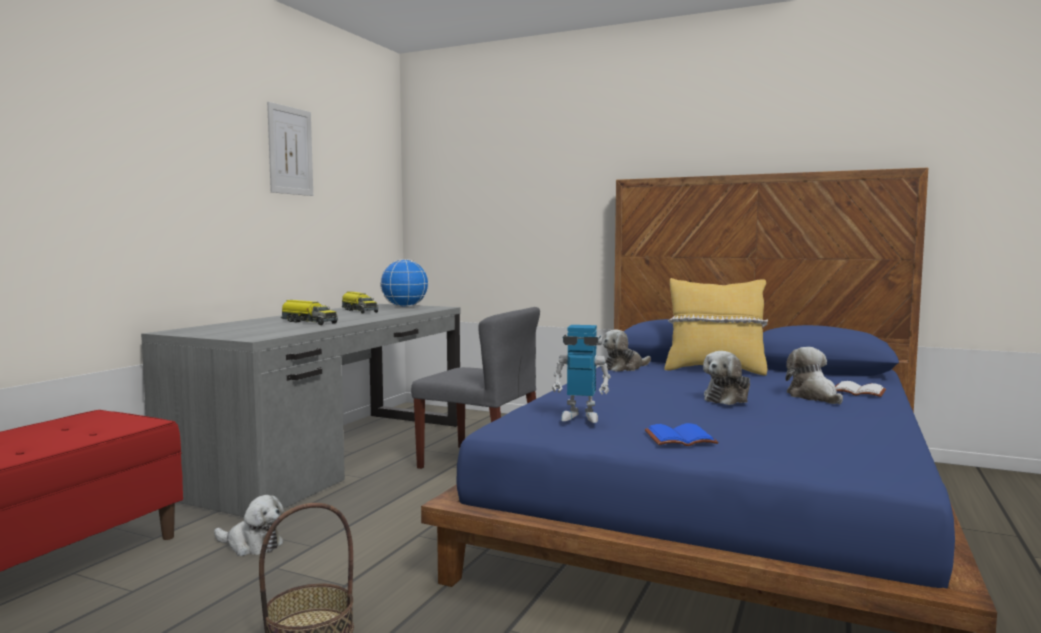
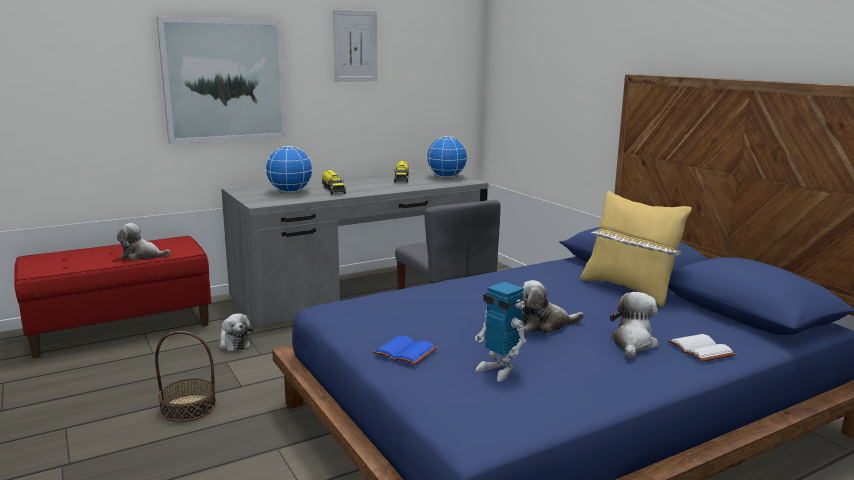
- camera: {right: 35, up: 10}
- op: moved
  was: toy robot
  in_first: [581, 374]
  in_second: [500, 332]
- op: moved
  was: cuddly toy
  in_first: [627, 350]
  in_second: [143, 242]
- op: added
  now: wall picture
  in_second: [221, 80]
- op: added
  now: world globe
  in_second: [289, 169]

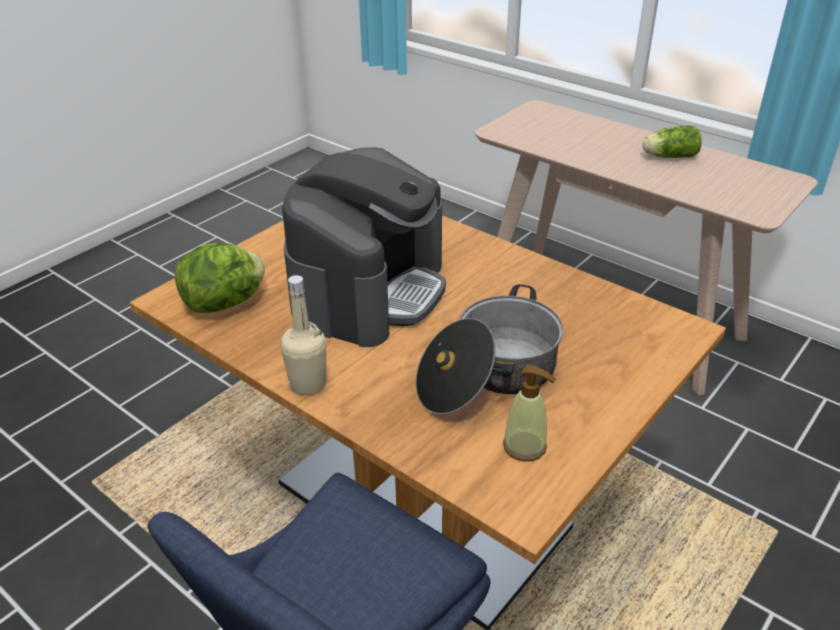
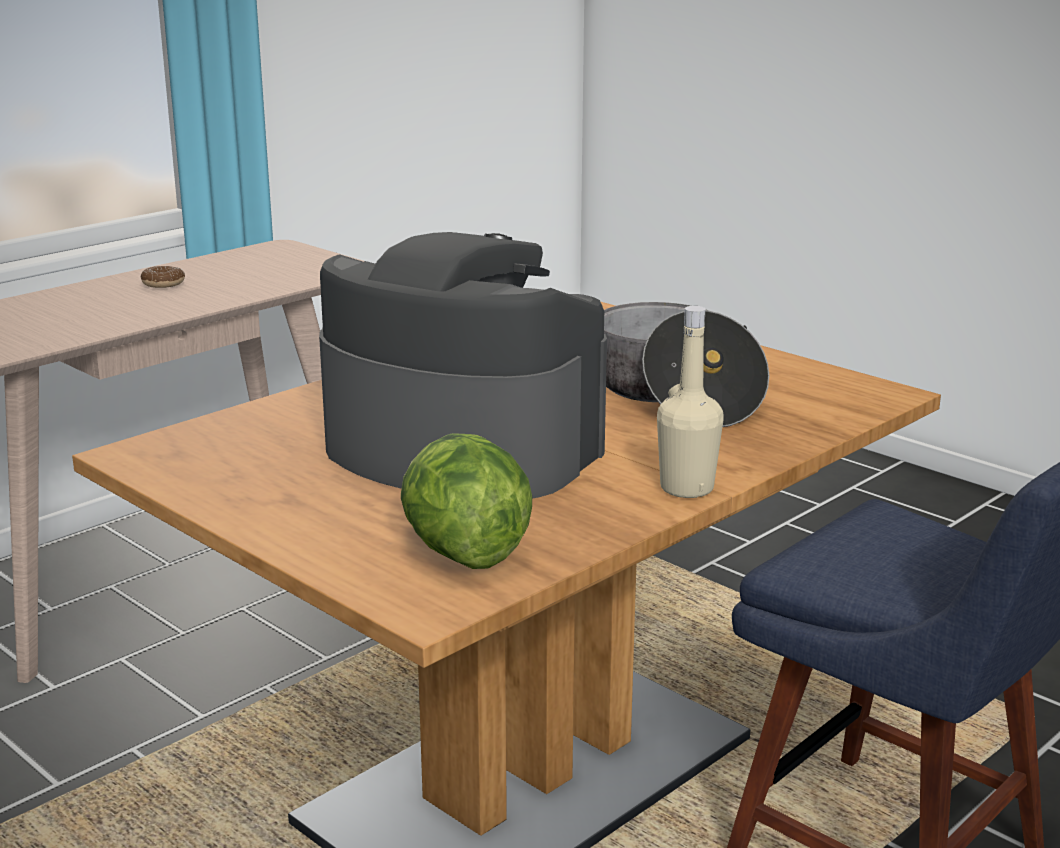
- camera: {right: -85, up: -15}
- op: removed
  was: soap bottle
  in_first: [529, 413]
- op: replaced
  was: head of lettuce
  now: doughnut
  in_first: [672, 141]
  in_second: [162, 277]

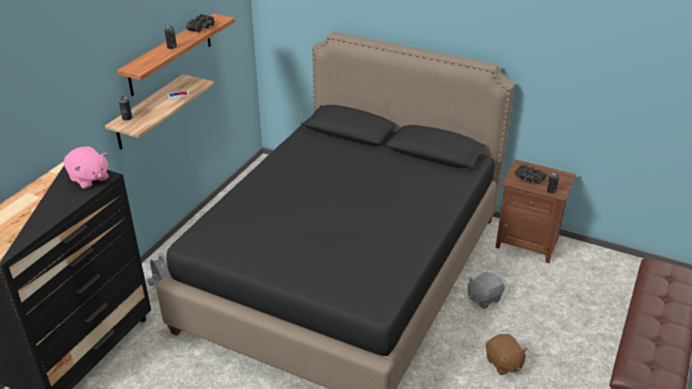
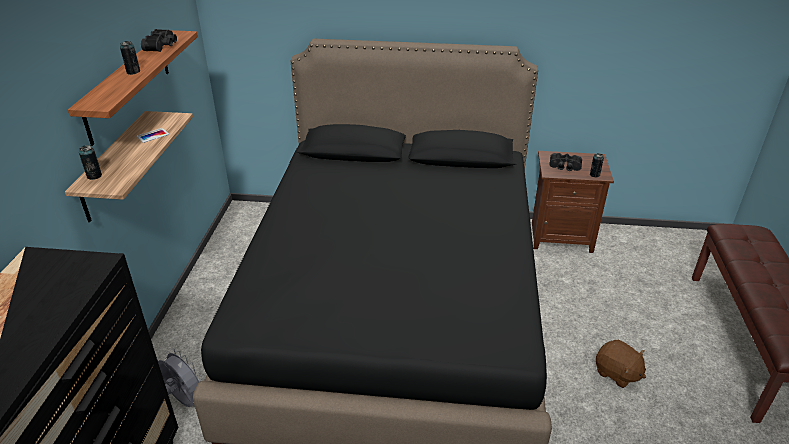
- camera: {right: -20, up: 0}
- op: removed
  was: pink cuddly toy
  in_first: [86, 167]
- op: removed
  was: grey cuddly toy
  in_first: [486, 290]

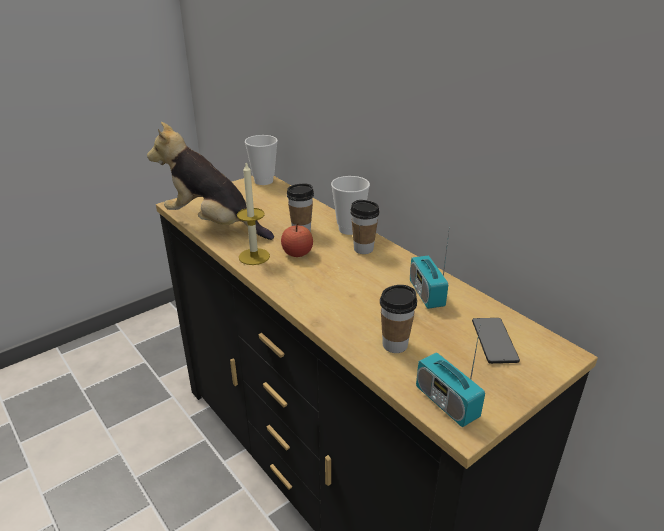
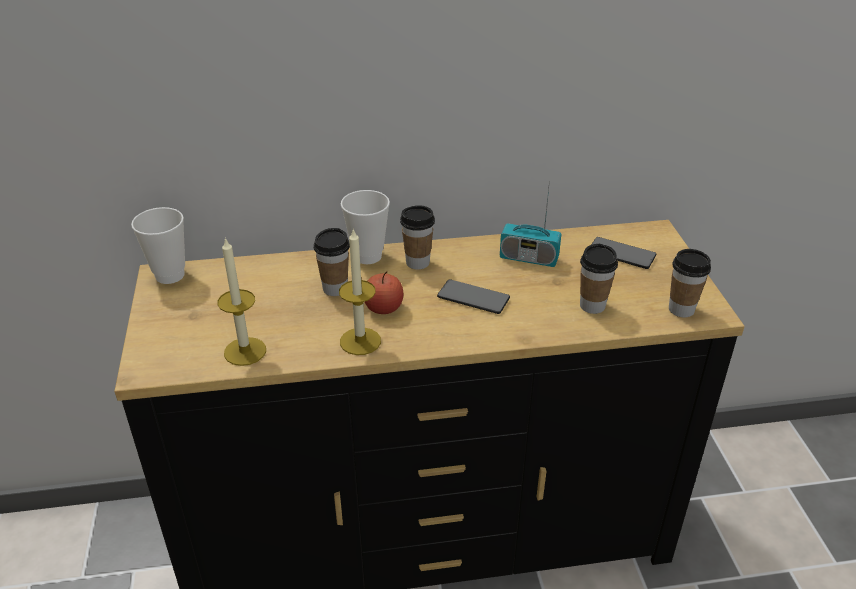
- camera: {right: -60, up: 5}
- op: replaced
  was: cuddly toy
  now: candle
  in_first: [210, 181]
  in_second: [241, 301]
- op: replaced
  was: radio set
  now: drinking cup
  in_first: [450, 375]
  in_second: [690, 283]
- op: added
  now: handset
  in_second: [473, 296]

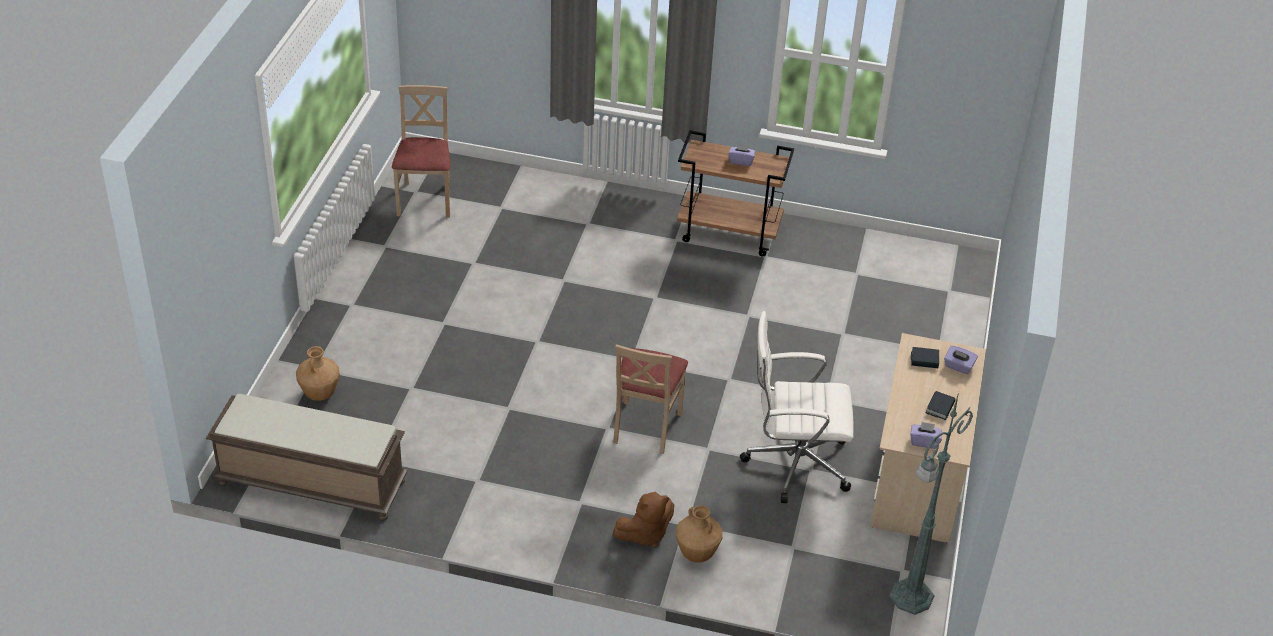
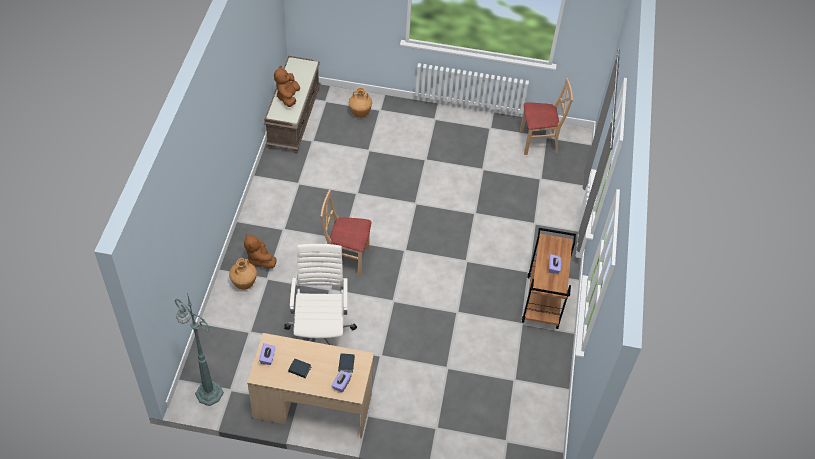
- camera: {right: 85, up: 10}
- op: added
  now: brown cuddly toy
  in_second: [287, 86]

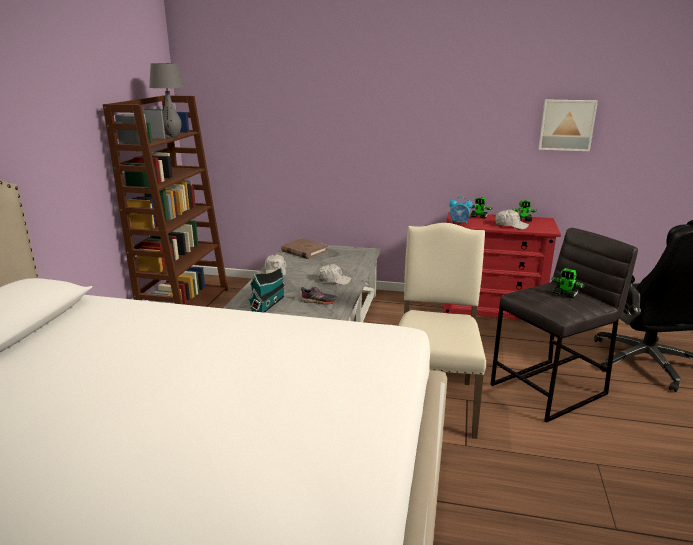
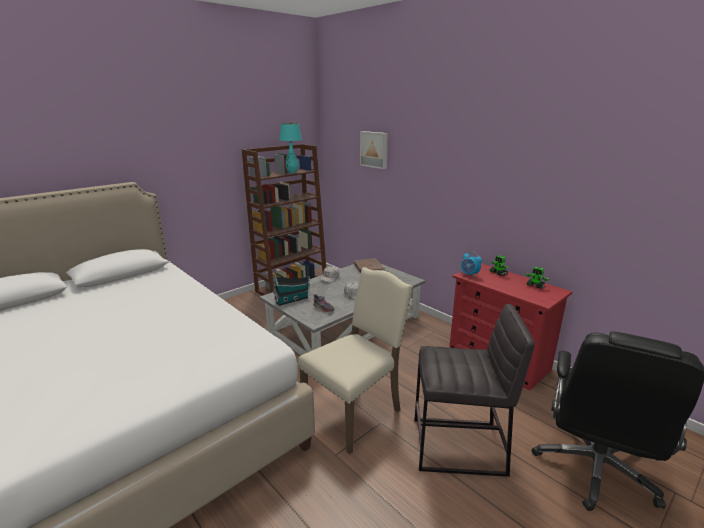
- camera: {right: 35, up: 0}
- op: recoloured
  was: grey table lamp
  now: turquoise table lamp
  in_first: [166, 100]
  in_second: [290, 148]
- op: removed
  was: white baseball cap
  in_first: [512, 219]
- op: moved
  was: wall picture
  in_first: [568, 125]
  in_second: [374, 150]
- op: removed
  was: toy robot
  in_first: [568, 283]

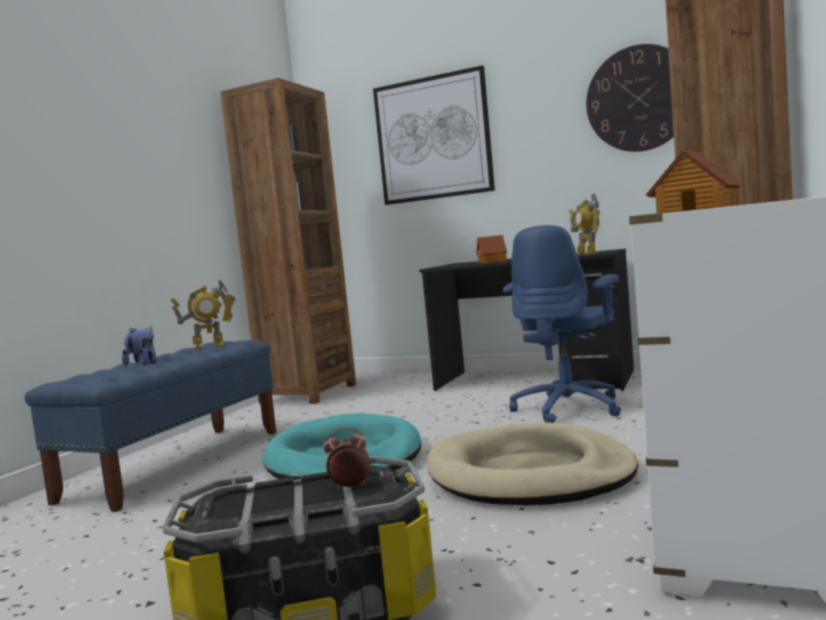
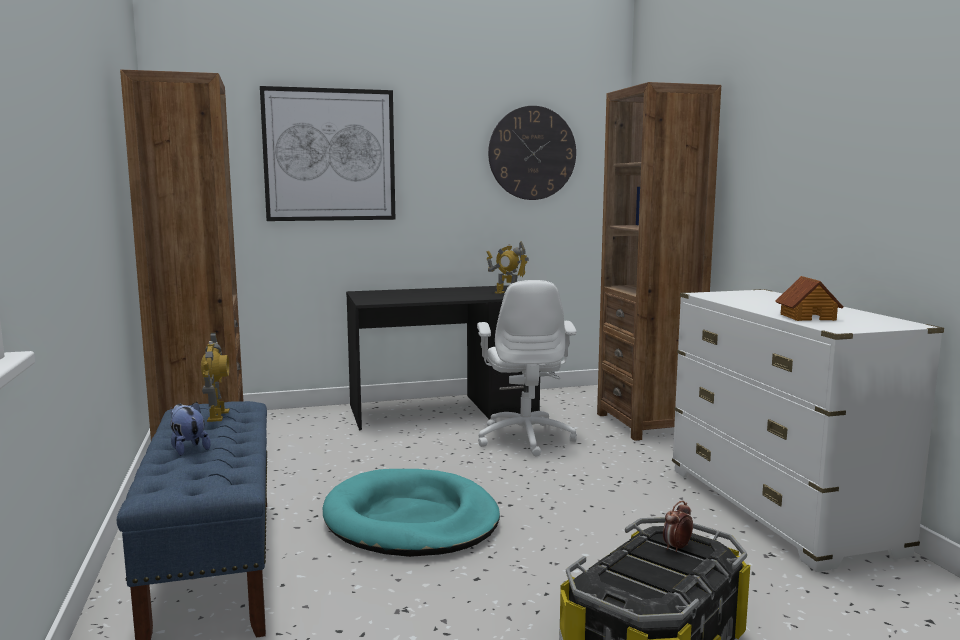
- camera: {right: -40, up: 5}
- op: turned
  was: toy robot
  in_first: [203, 314]
  in_second: [215, 377]
  clockwise: -45
- op: removed
  was: sand-coloured dog cushion
  in_first: [532, 464]
- op: removed
  was: toy house
  in_first: [492, 249]
- op: recoloured
  was: bluish desk chair
  now: white desk chair
  in_first: [562, 324]
  in_second: [527, 368]

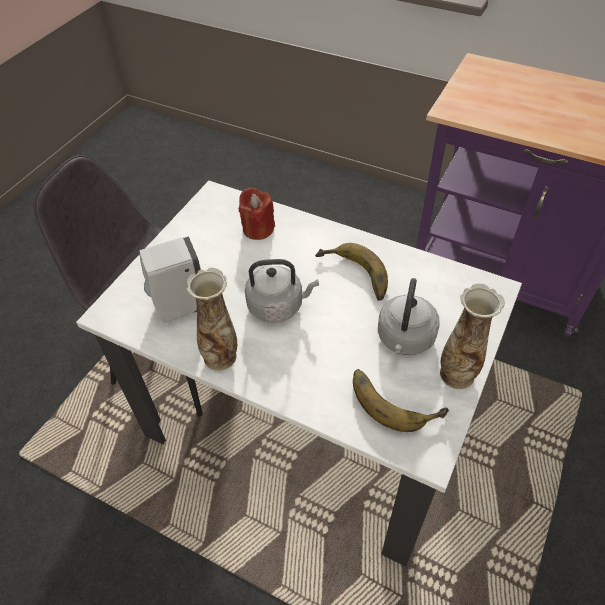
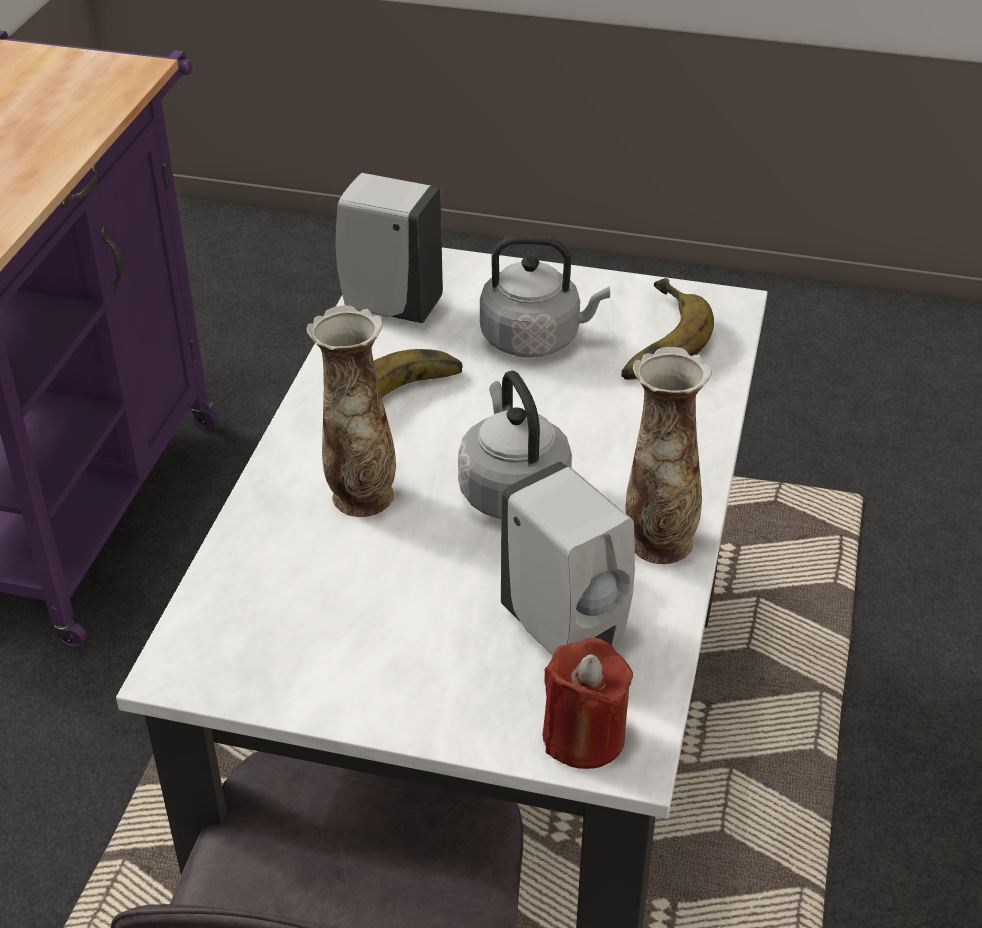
- camera: {right: -105, up: -10}
- op: moved
  was: reddish candle
  in_first: [257, 213]
  in_second: [588, 703]
- op: moved
  was: flower vase
  in_first: [472, 336]
  in_second: [351, 411]
- op: added
  now: white soap bottle
  in_second: [389, 248]

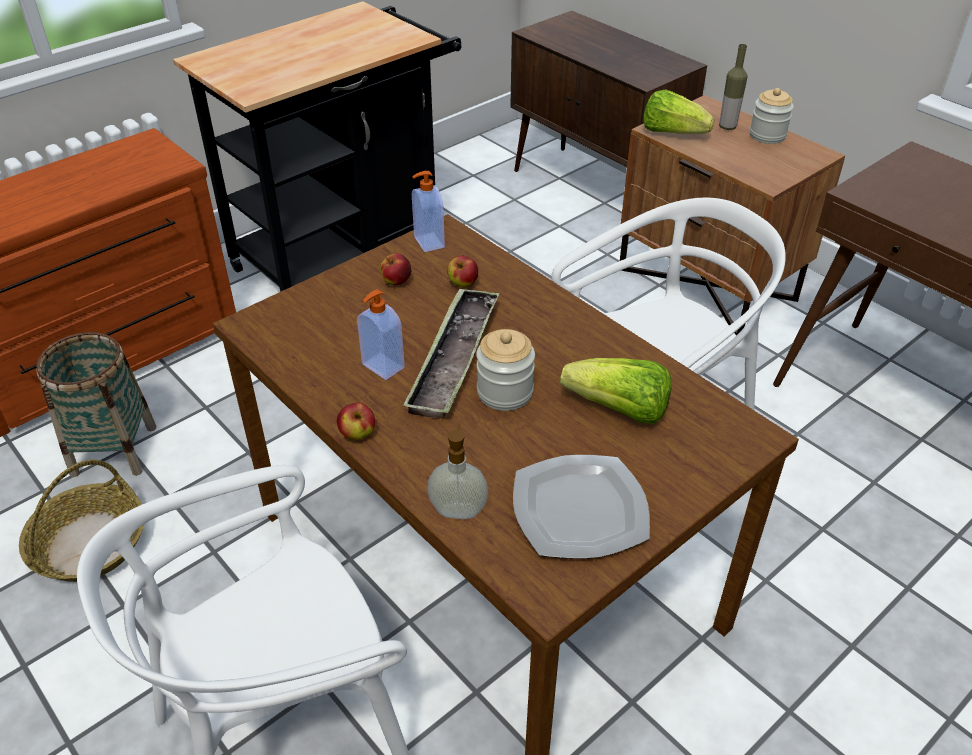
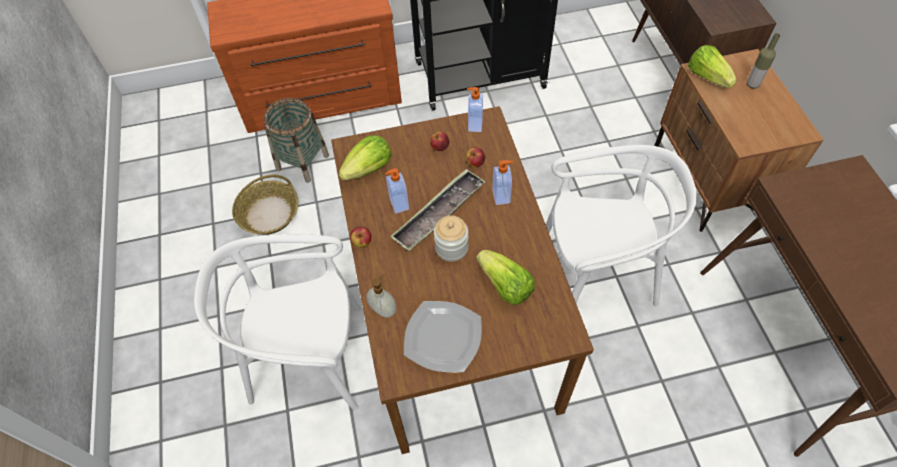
- camera: {right: 30, up: 15}
- op: removed
  was: storage jar
  in_first: [772, 116]
- op: added
  now: head of lettuce
  in_second: [365, 158]
- op: added
  now: soap bottle
  in_second: [502, 182]

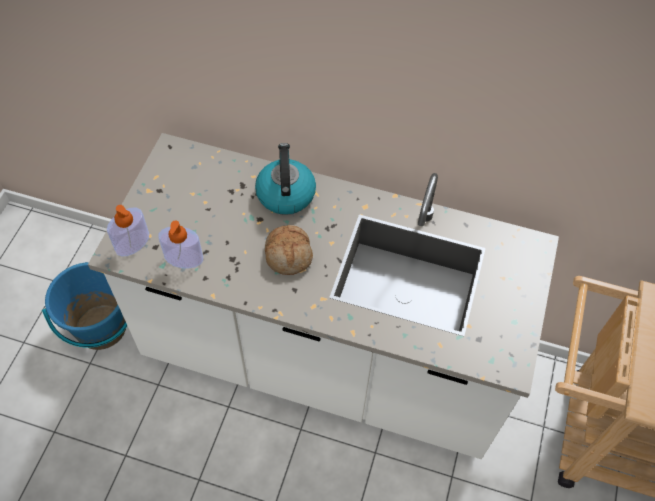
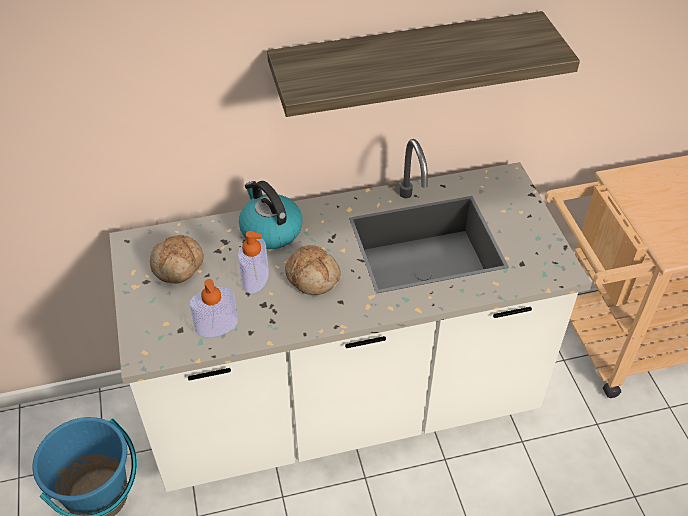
- camera: {right: -30, up: -10}
- op: moved
  was: soap bottle
  in_first: [128, 231]
  in_second: [253, 262]
- op: added
  now: bakery bread
  in_second: [177, 259]
- op: added
  now: wall shelf
  in_second: [423, 64]

